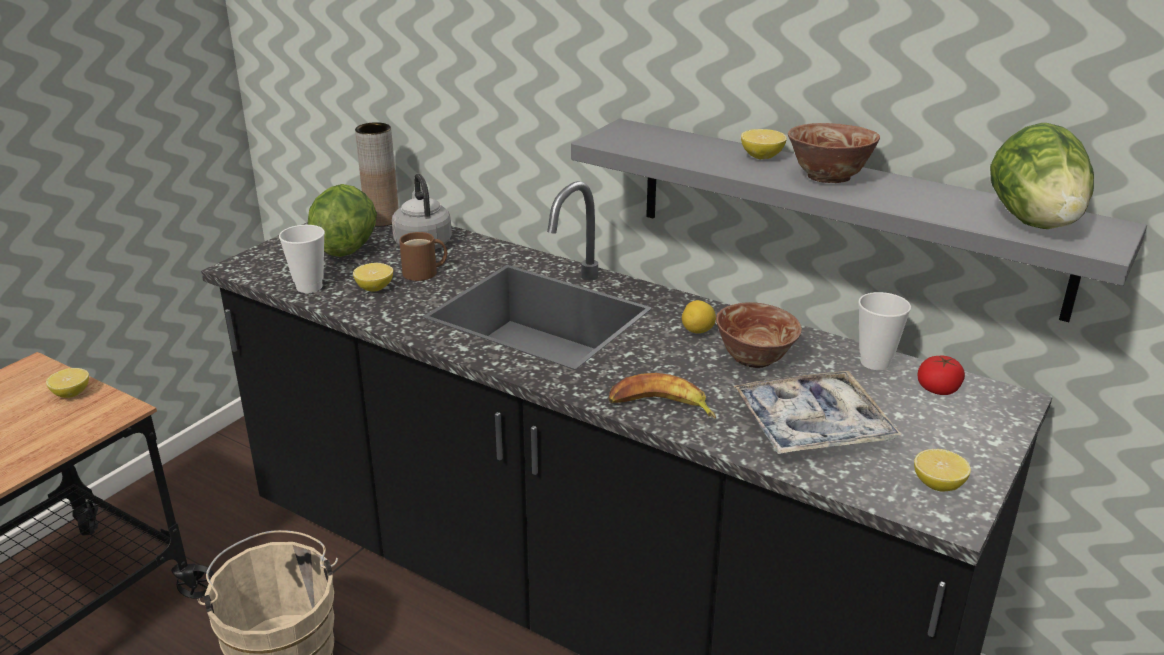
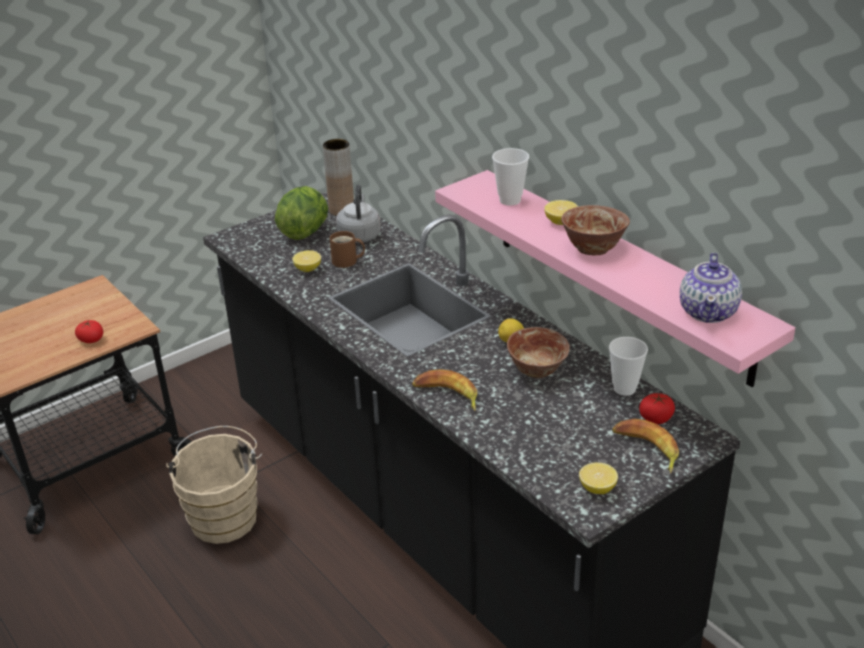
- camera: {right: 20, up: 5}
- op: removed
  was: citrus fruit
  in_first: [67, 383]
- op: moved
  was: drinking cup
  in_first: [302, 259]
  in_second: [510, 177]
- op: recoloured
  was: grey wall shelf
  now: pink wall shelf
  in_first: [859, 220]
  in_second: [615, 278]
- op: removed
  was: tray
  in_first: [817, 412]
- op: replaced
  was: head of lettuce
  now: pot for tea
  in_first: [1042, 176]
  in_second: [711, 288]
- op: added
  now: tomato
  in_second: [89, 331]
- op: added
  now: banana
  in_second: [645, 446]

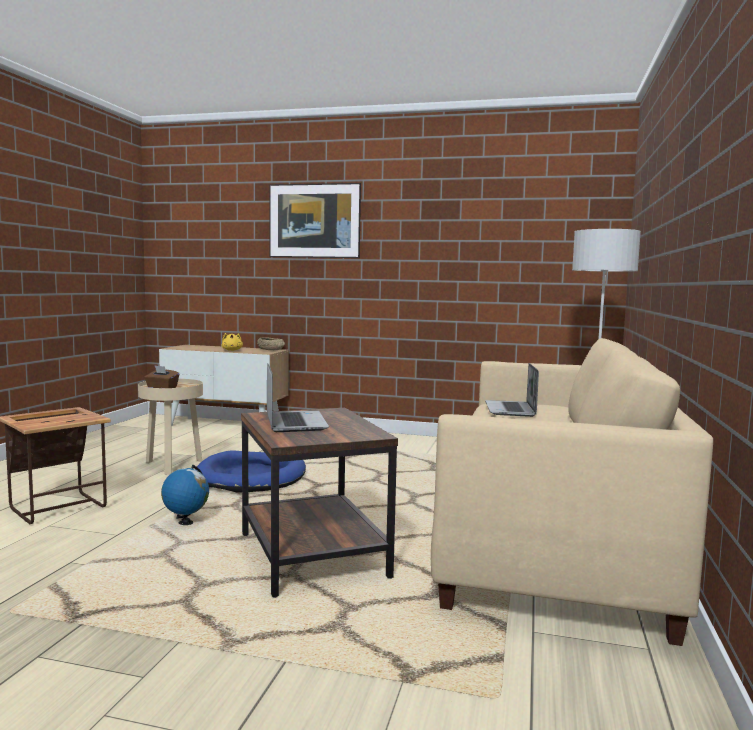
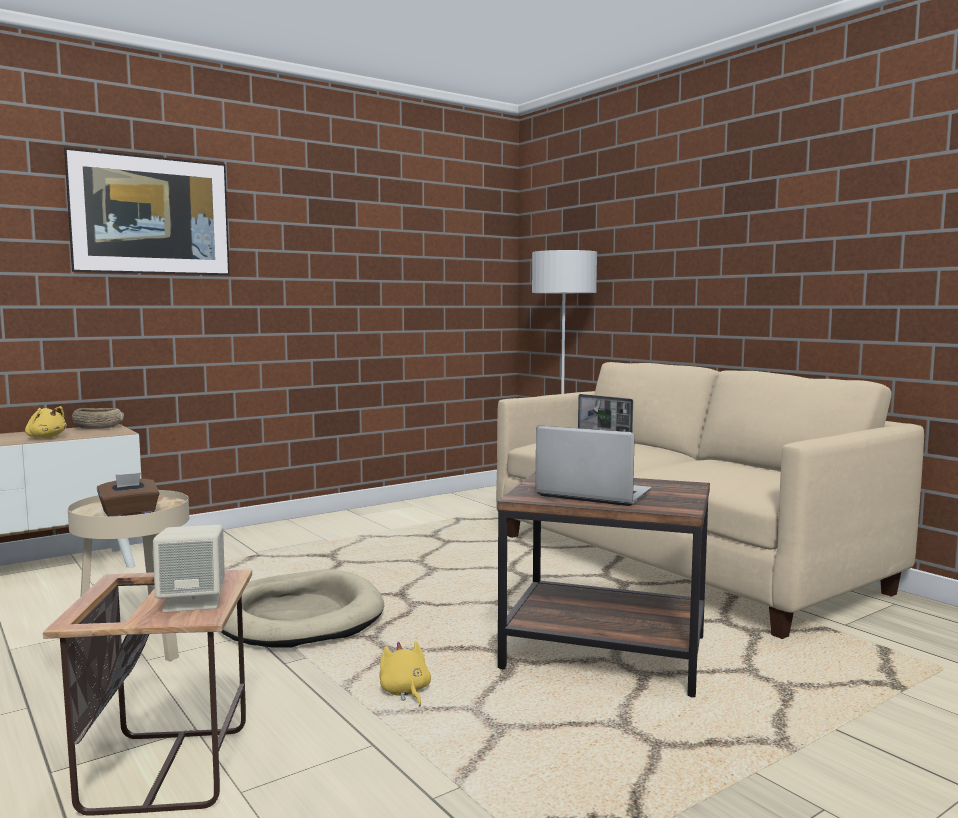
- camera: {right: -50, up: 0}
- op: replaced
  was: world globe
  now: yellowish cuddly toy
  in_first: [185, 495]
  in_second: [405, 674]
- op: recoloured
  was: bluish dog cushion
  now: sand-coloured dog cushion
  in_first: [250, 471]
  in_second: [302, 608]
- op: added
  now: sand-coloured loudspeaker
  in_second: [189, 568]

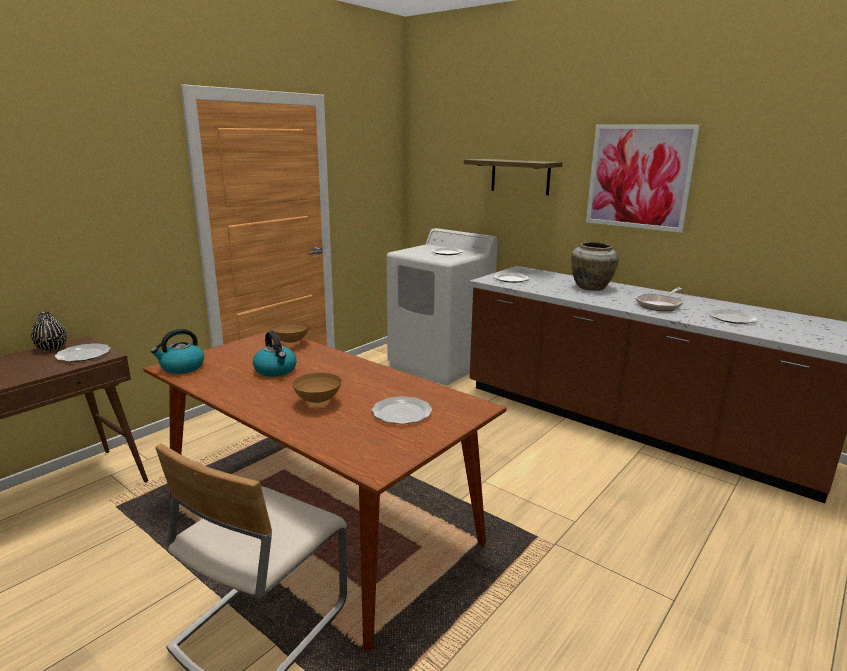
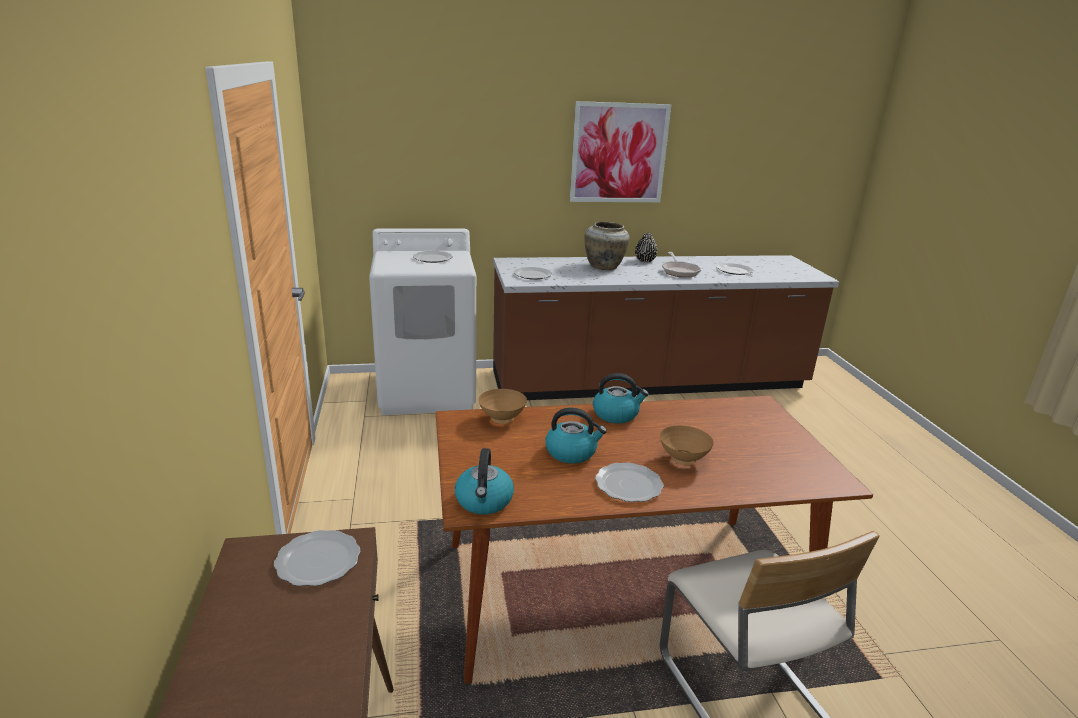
- camera: {right: -50, up: 5}
- op: moved
  was: blackish flower vase
  in_first: [49, 331]
  in_second: [646, 247]
- op: moved
  was: flat dish
  in_first: [402, 410]
  in_second: [629, 482]
- op: removed
  was: wall shelf
  in_first: [513, 177]
- op: added
  now: tea kettle
  in_second: [621, 398]

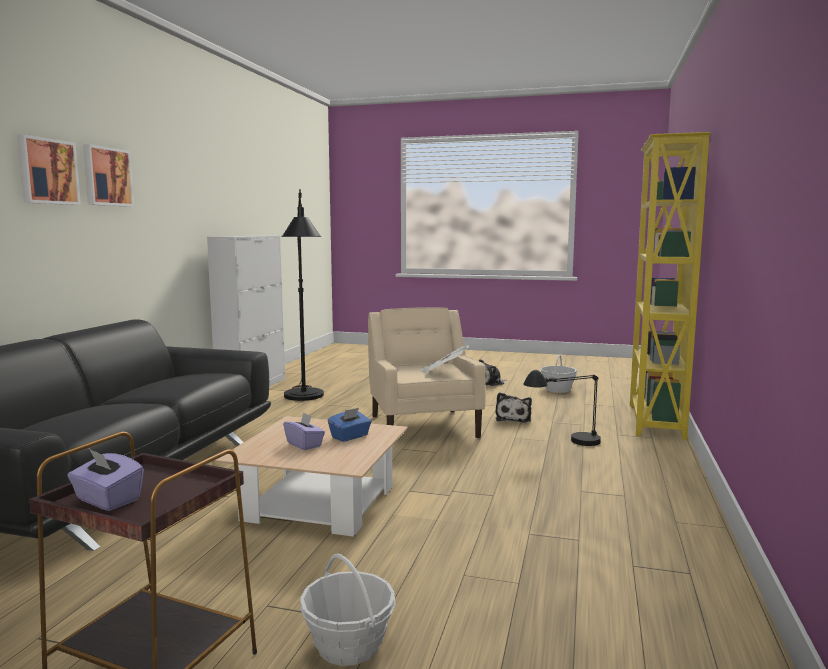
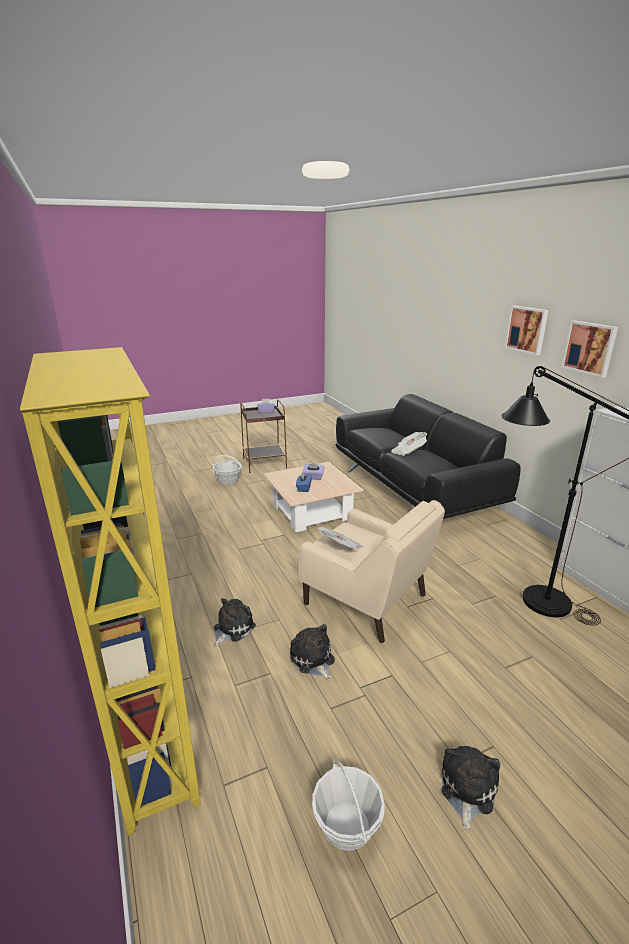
- camera: {right: 140, up: 15}
- op: moved
  was: wall picture
  in_first: [49, 169]
  in_second: [590, 349]
- op: replaced
  was: blackish table lamp
  now: cuddly toy
  in_first: [562, 408]
  in_second: [235, 622]
- op: added
  now: daily paper
  in_second: [409, 444]

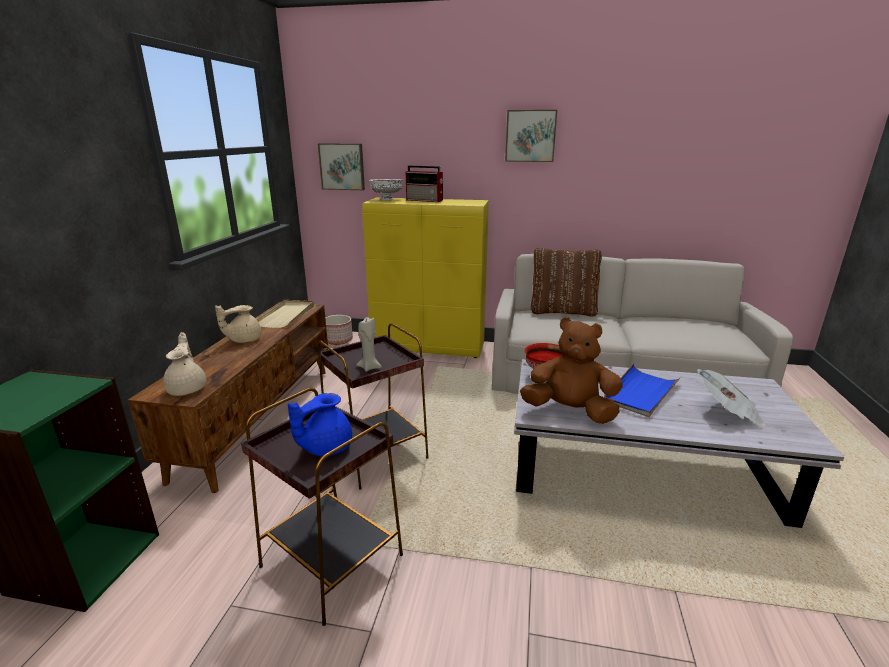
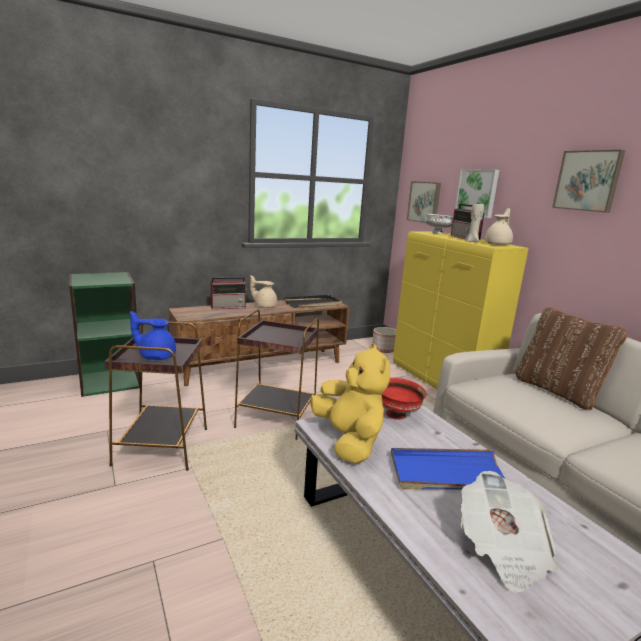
- camera: {right: 50, up: -5}
- op: moved
  was: sand-coloured pot for tea
  in_first: [185, 364]
  in_second: [499, 226]
- op: recoloured
  was: sand-coloured tray
  now: blackish tray
  in_first: [284, 314]
  in_second: [313, 301]
- op: moved
  was: sand-coloured candle
  in_first: [369, 344]
  in_second: [474, 222]
- op: recoloured
  was: brown cuddly toy
  now: yellowish cuddly toy
  in_first: [571, 370]
  in_second: [350, 404]
- op: added
  now: radio set
  in_second: [229, 293]
- op: added
  now: wall picture
  in_second: [477, 193]

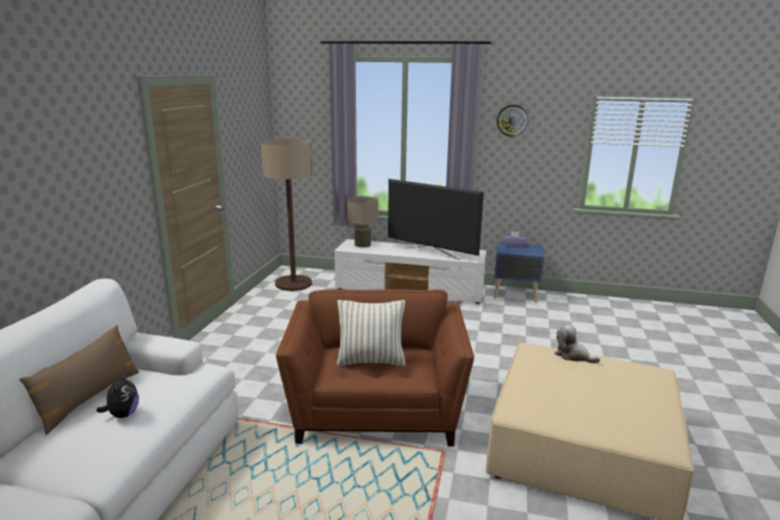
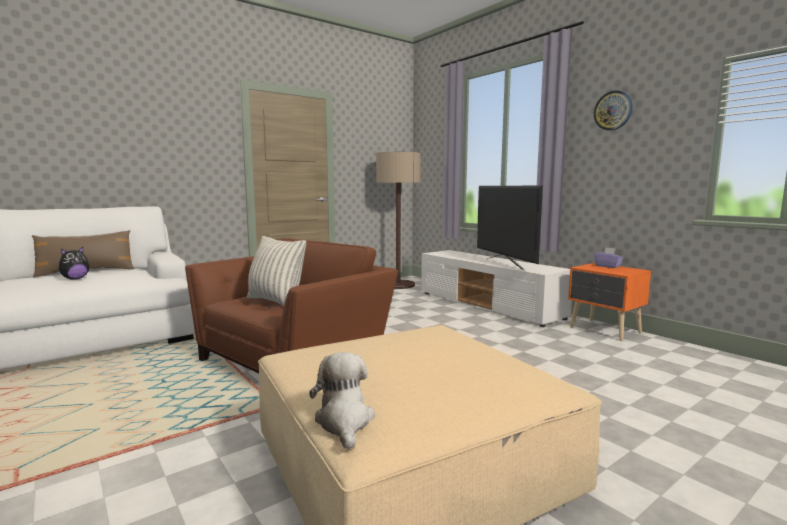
- camera: {right: 40, up: -10}
- op: removed
  was: sand-coloured table lamp
  in_first: [362, 221]
- op: recoloured
  was: bluish night table
  now: orangey night table
  in_first: [519, 272]
  in_second: [609, 302]
- op: moved
  was: cuddly toy
  in_first: [577, 344]
  in_second: [342, 401]

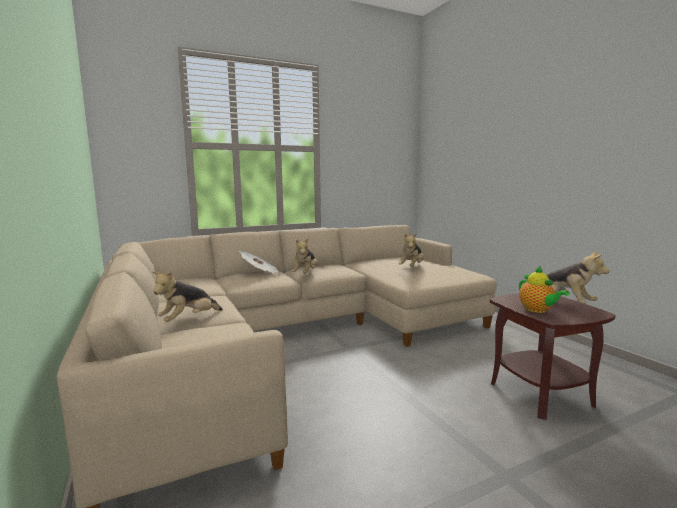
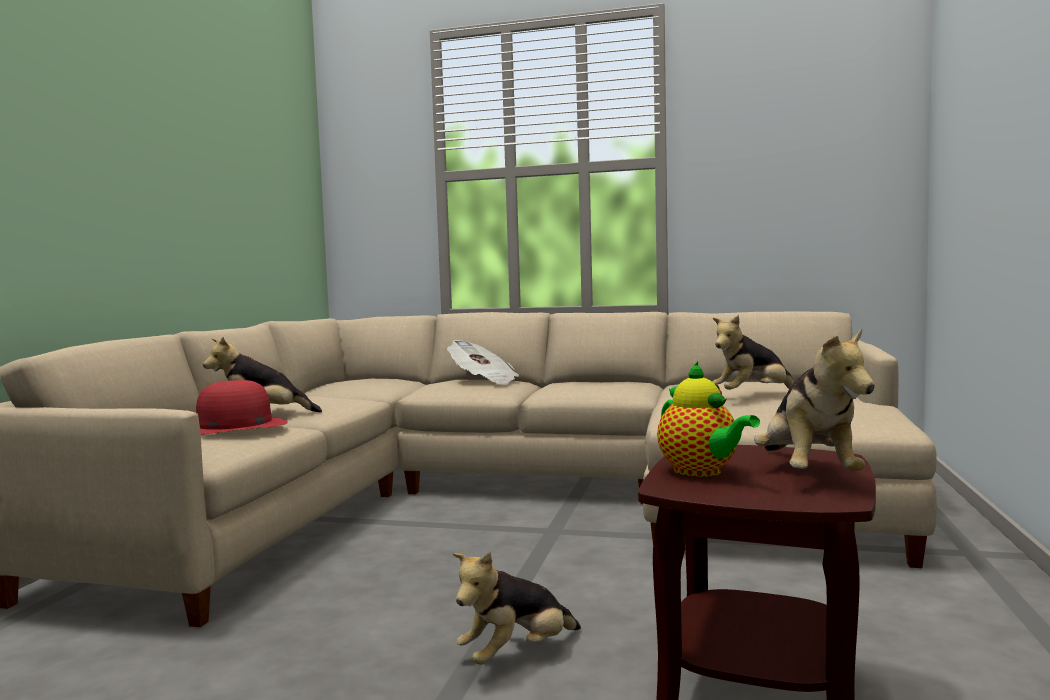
- camera: {right: 40, up: -5}
- op: moved
  was: cuddly toy
  in_first: [305, 256]
  in_second: [517, 608]
- op: turned
  was: pot for tea
  in_first: [544, 289]
  in_second: [708, 419]
  clockwise: -45
- op: added
  now: reddish wearable hat
  in_second: [242, 407]

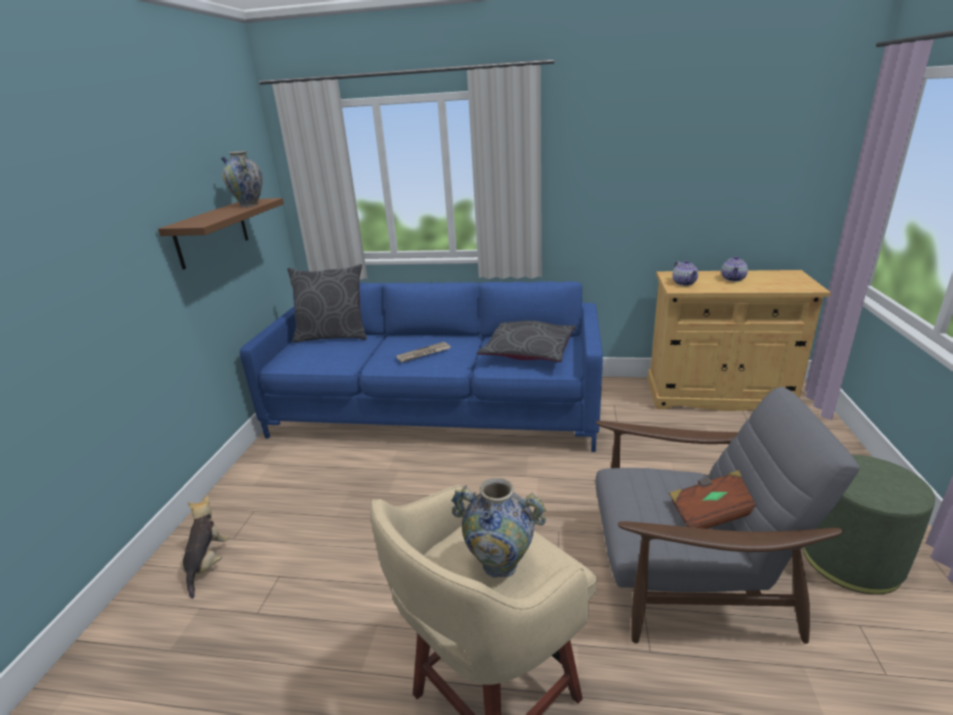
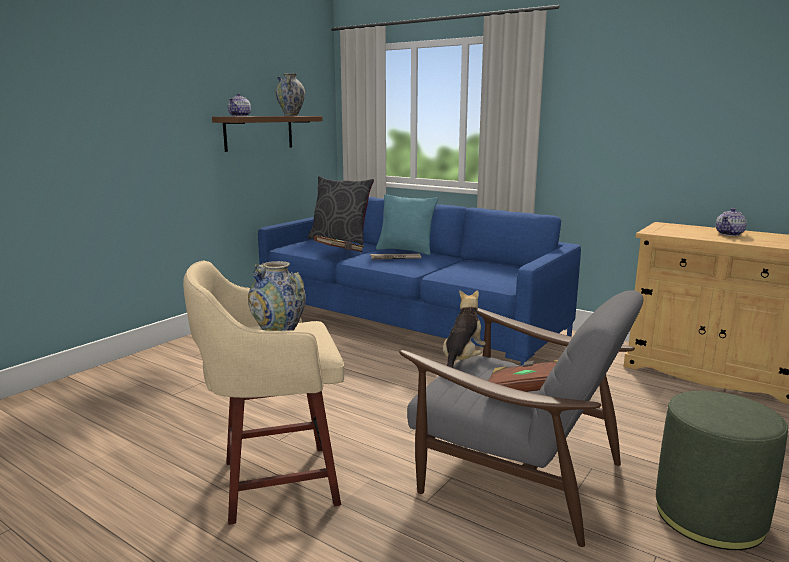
- camera: {right: 25, up: -10}
- op: moved
  was: cuddly toy
  in_first: [205, 547]
  in_second: [464, 329]
- op: removed
  was: grey pillow
  in_first: [526, 341]
- op: moved
  was: pot for tea
  in_first: [685, 273]
  in_second: [239, 104]
- op: added
  now: brown bound book
  in_second: [339, 243]
- op: added
  now: turquoise pillow
  in_second: [407, 224]

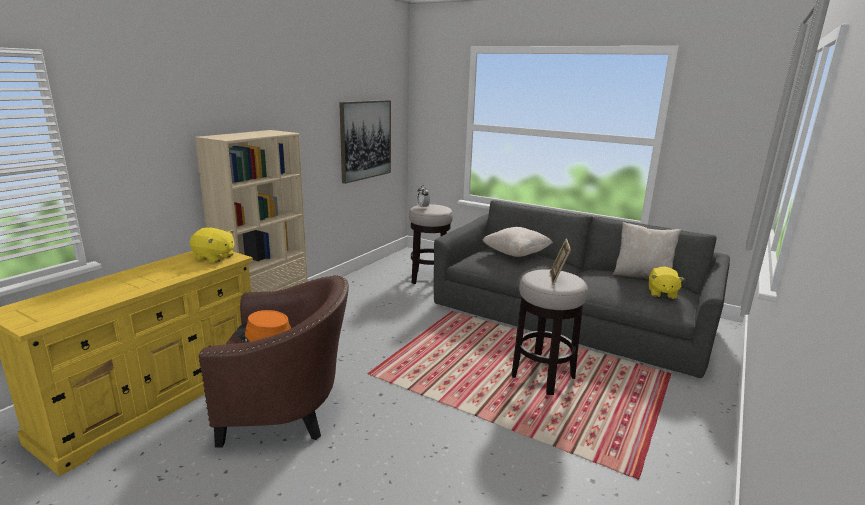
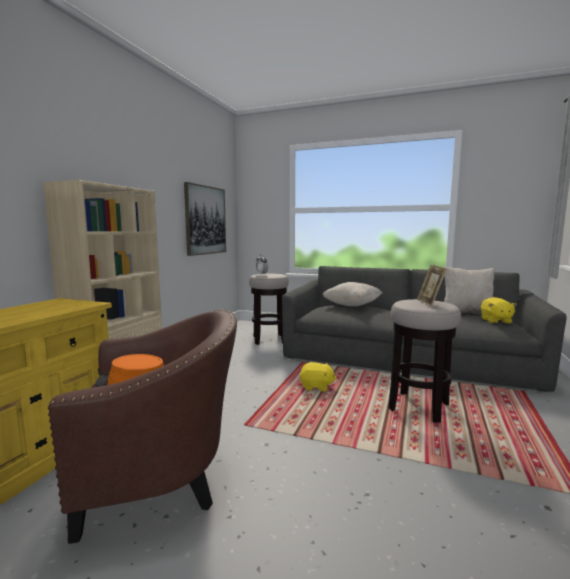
- camera: {right: -10, up: -10}
- op: moved
  was: yellowish cuddly toy
  in_first: [212, 244]
  in_second: [318, 377]

